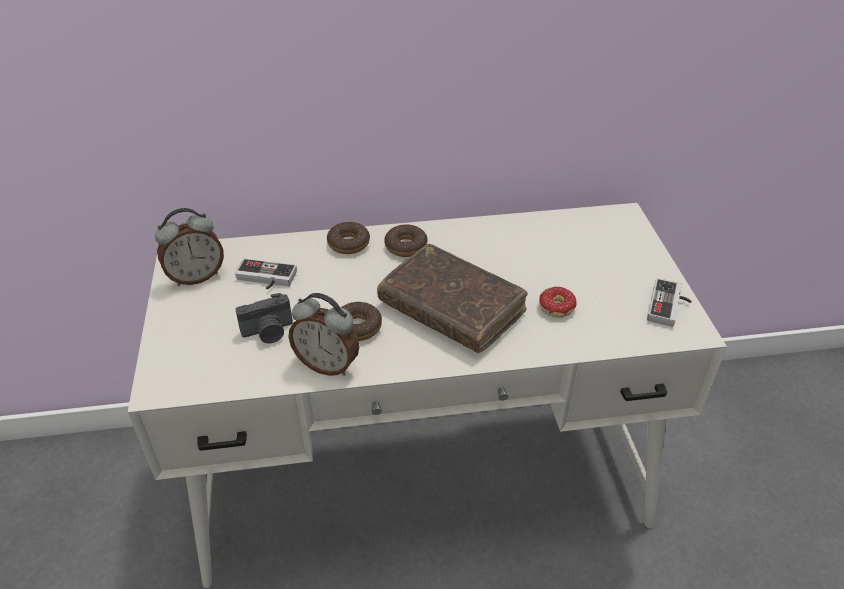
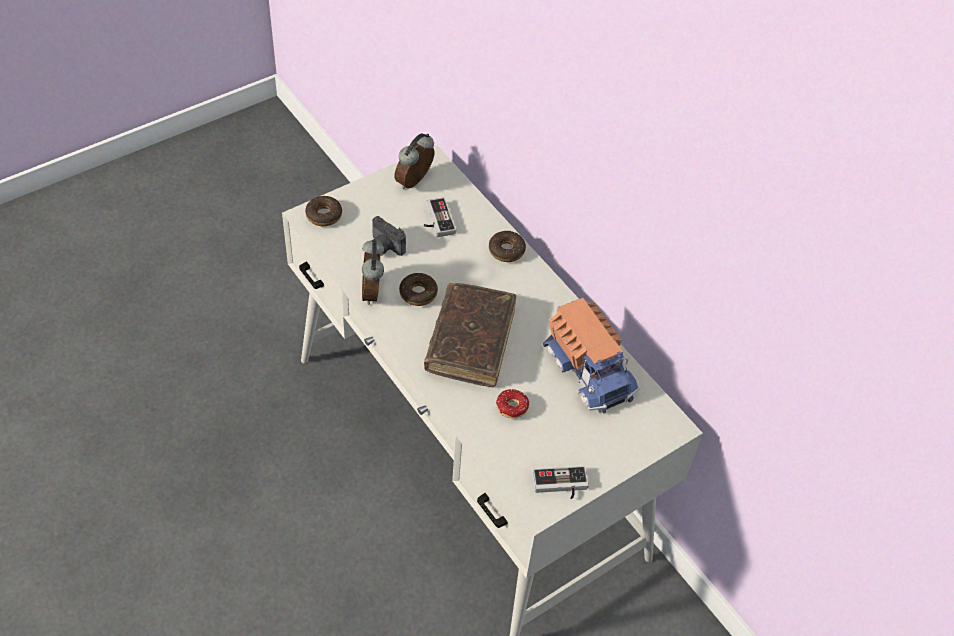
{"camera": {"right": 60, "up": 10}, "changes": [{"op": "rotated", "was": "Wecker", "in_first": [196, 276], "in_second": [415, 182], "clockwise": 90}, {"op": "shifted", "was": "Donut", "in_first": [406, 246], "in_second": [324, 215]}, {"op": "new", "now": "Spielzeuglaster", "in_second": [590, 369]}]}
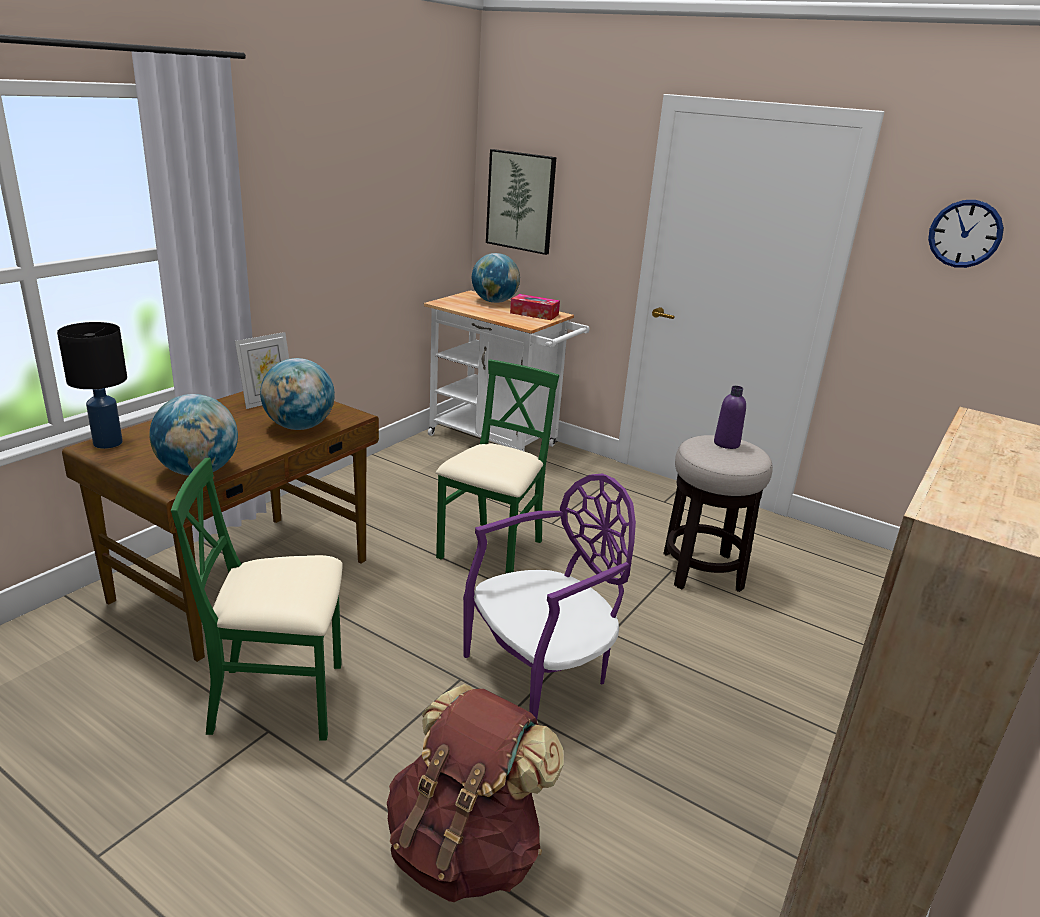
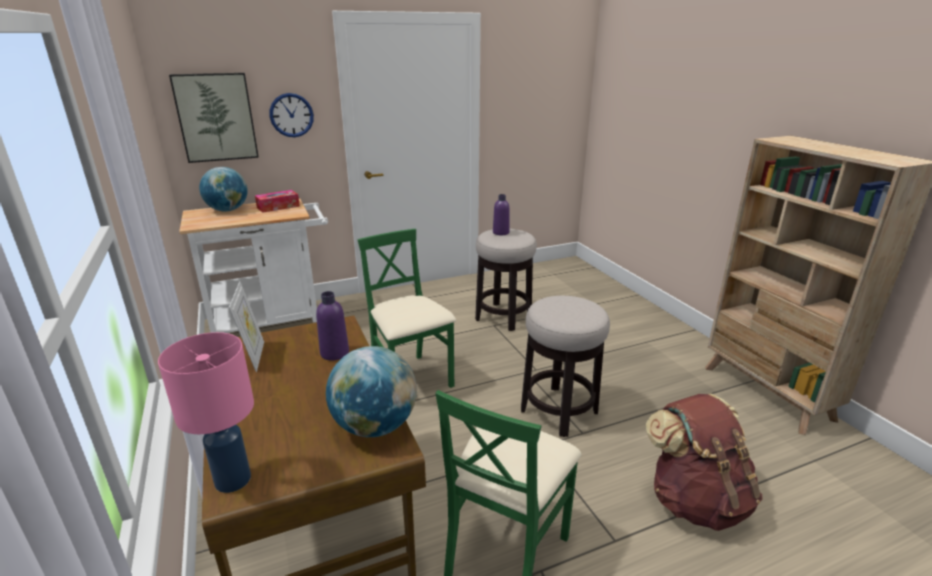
{"camera": {"right": -55, "up": 0}, "changes": [{"op": "shifted", "was": "Wanduhr", "in_first": [965, 233], "in_second": [291, 115]}, {"op": "repainted", "was": "Tischlampe (schwarz)", "now": "Tischlampe (rosa)", "in_first": [108, 443], "in_second": [234, 480]}, {"op": "swapped", "was": "Globus", "now": "Flasche (lila)", "in_first": [299, 427], "in_second": [334, 353]}, {"op": "swapped", "was": "Stuhl (lila)", "now": "Hocker", "in_first": [542, 676], "in_second": [559, 411]}]}
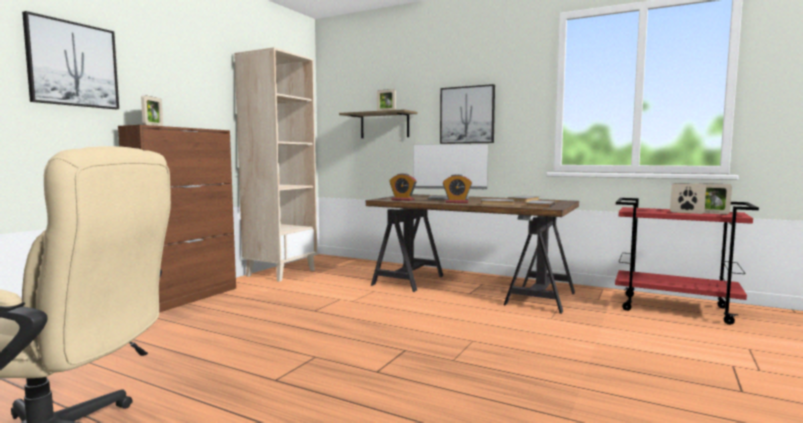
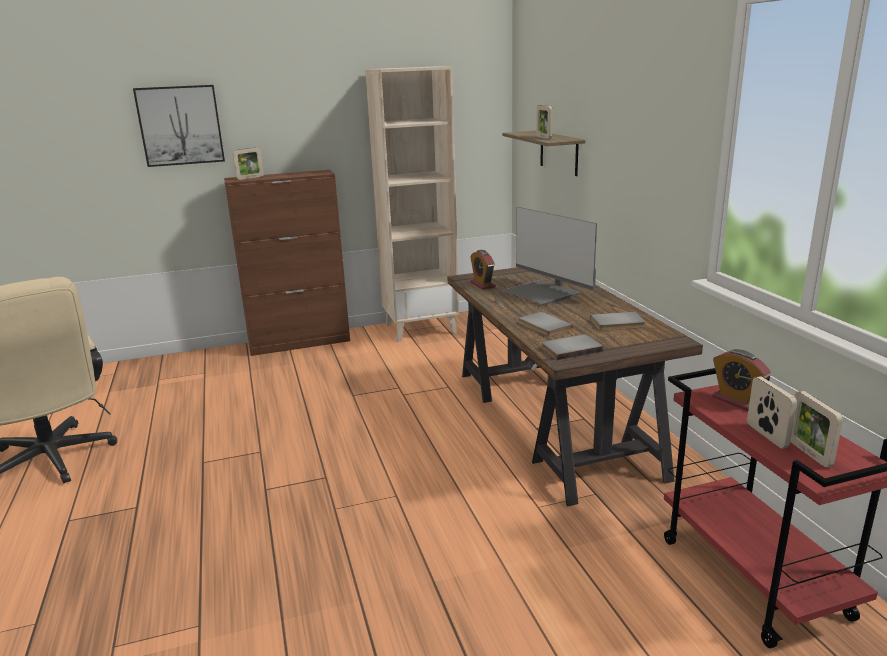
{"camera": {"right": 45, "up": 15}, "changes": [{"op": "gone", "was": "Bild", "in_first": [467, 115]}, {"op": "shifted", "was": "Wecker", "in_first": [457, 202], "in_second": [736, 401]}]}
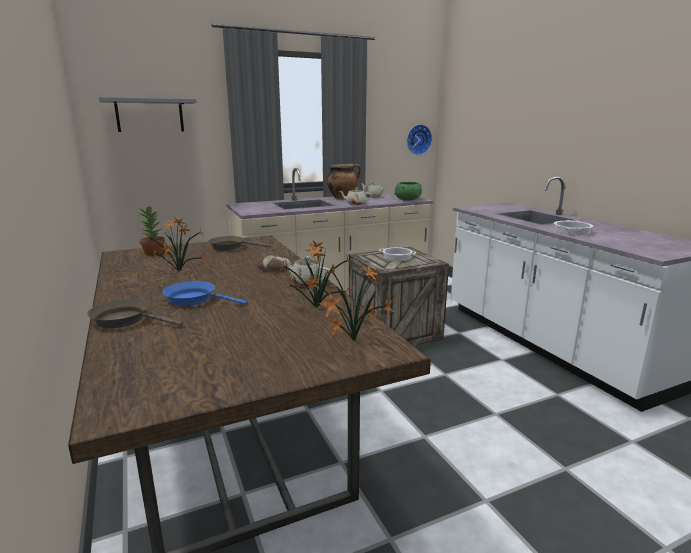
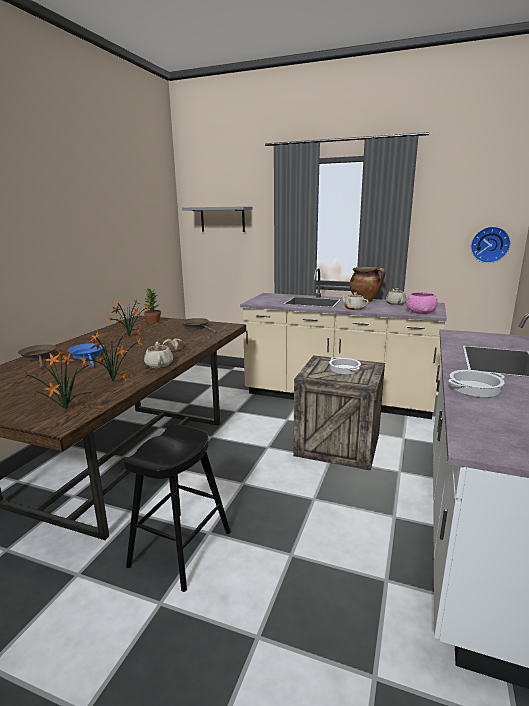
{"camera": {"right": 45, "up": 0}, "changes": [{"op": "repainted", "was": "Schüssel (grün)", "now": "Schüssel (rosa)", "in_first": [407, 199], "in_second": [420, 312]}, {"op": "new", "now": "Hocker (schwarz)", "in_second": [181, 548]}]}
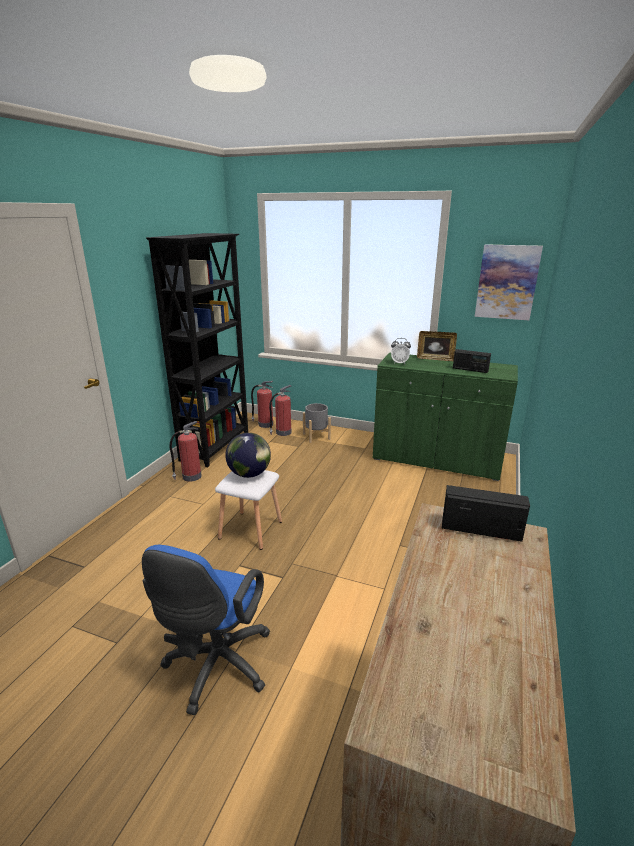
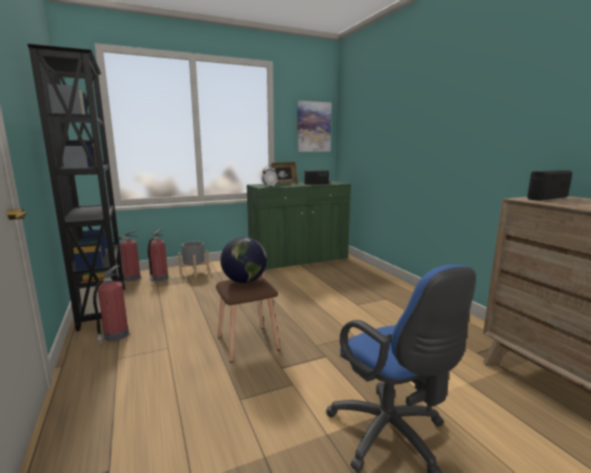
{"camera": {"right": -45, "up": -10}, "changes": [{"op": "repainted", "was": "Hocker (weiß)", "now": "Hocker (braun)", "in_first": [250, 529], "in_second": [247, 342]}]}
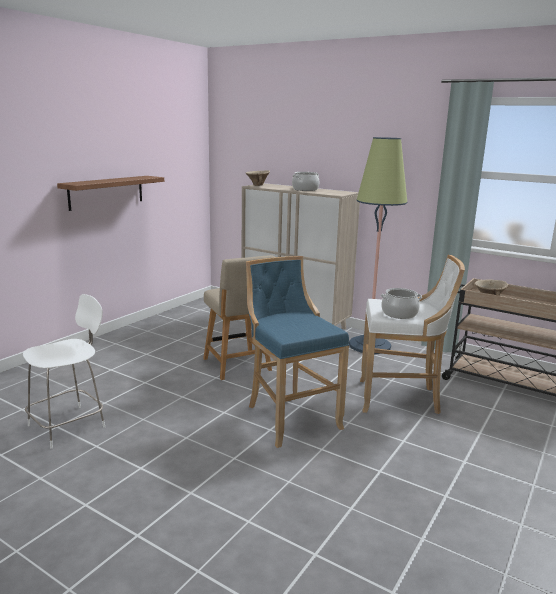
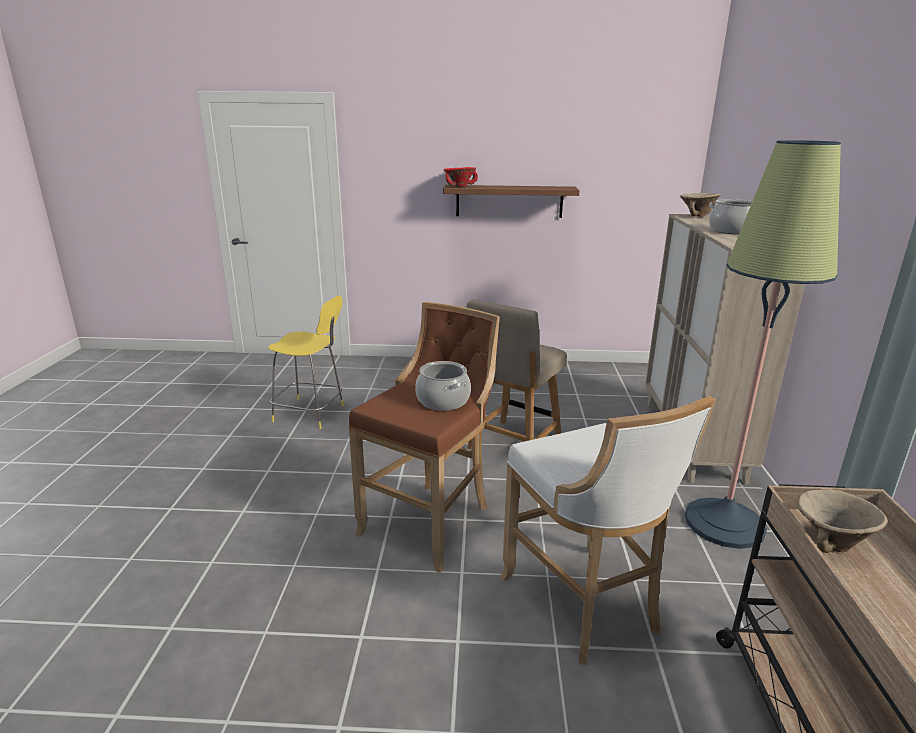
{"camera": {"right": 60, "up": 5}, "changes": [{"op": "repainted", "was": "Hocker (blau)", "now": "Hocker (braun)", "in_first": [289, 417], "in_second": [430, 520]}, {"op": "shifted", "was": "Kochtopf", "in_first": [399, 314], "in_second": [442, 401]}, {"op": "repainted", "was": "Hocker (weiß)", "now": "Hocker (gelb)", "in_first": [69, 425], "in_second": [311, 414]}, {"op": "new", "now": "Schüssel (rot)", "in_second": [459, 186]}]}
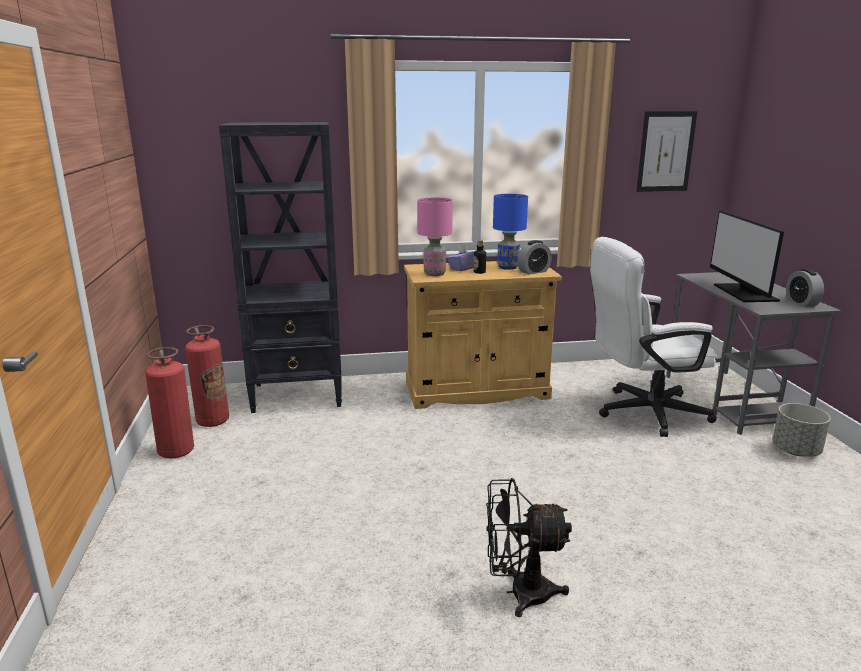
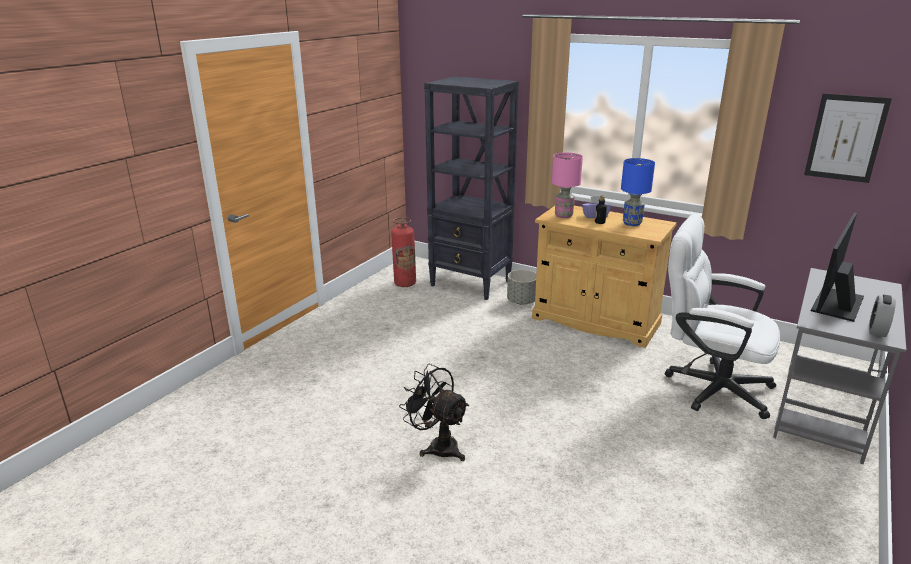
{"camera": {"right": 40, "up": 5}, "changes": [{"op": "gone", "was": "Wecker", "in_first": [533, 272]}, {"op": "gone", "was": "Feuerlöscher", "in_first": [176, 451]}, {"op": "shifted", "was": "Pflanzkübel (grau)", "in_first": [795, 451], "in_second": [521, 301]}]}
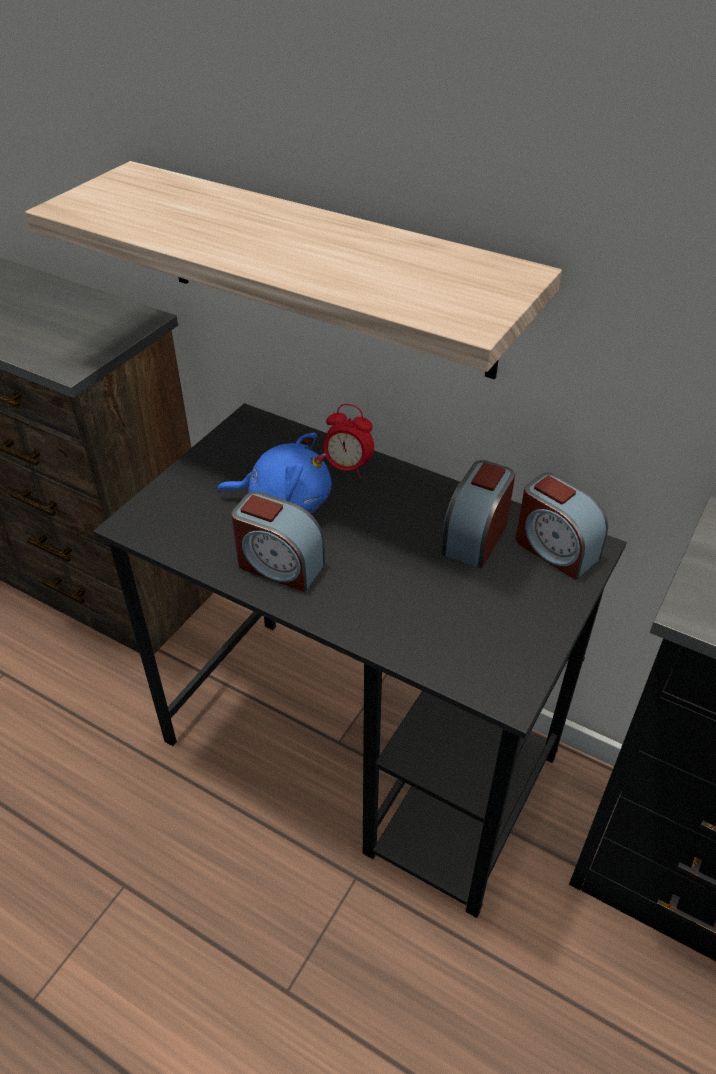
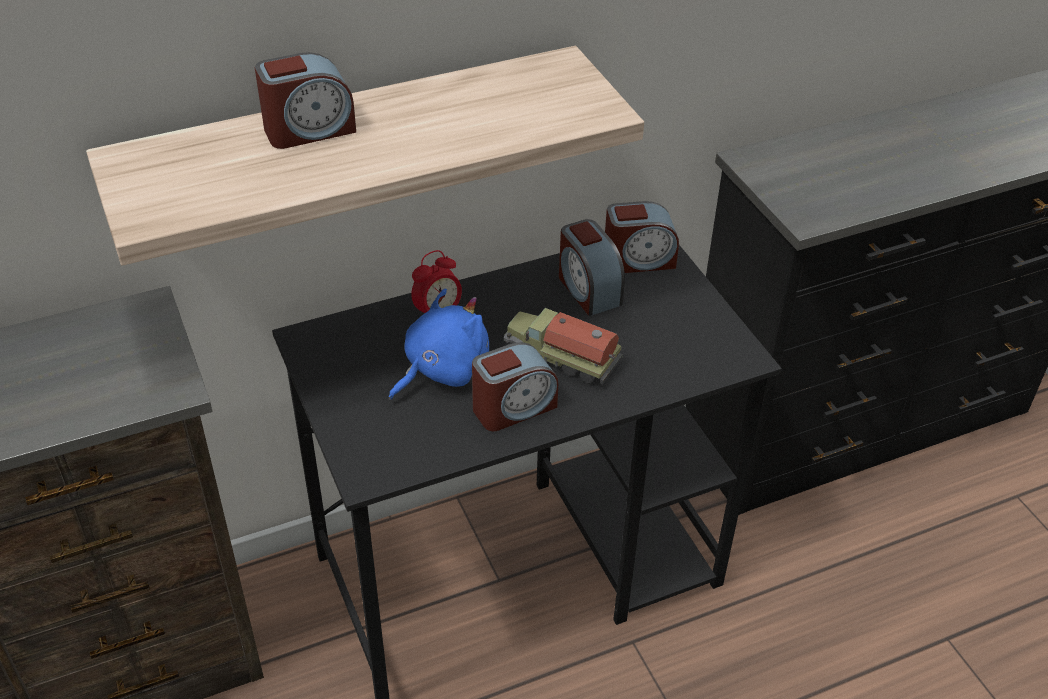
{"camera": {"right": -55, "up": 0}, "changes": [{"op": "new", "now": "Wecker", "in_second": [309, 130]}, {"op": "new", "now": "Spielzeuglaster", "in_second": [560, 356]}]}
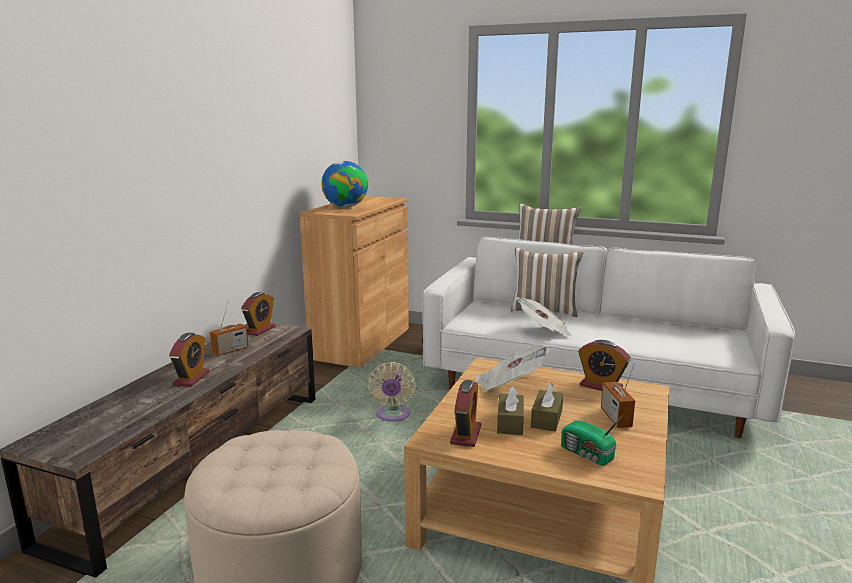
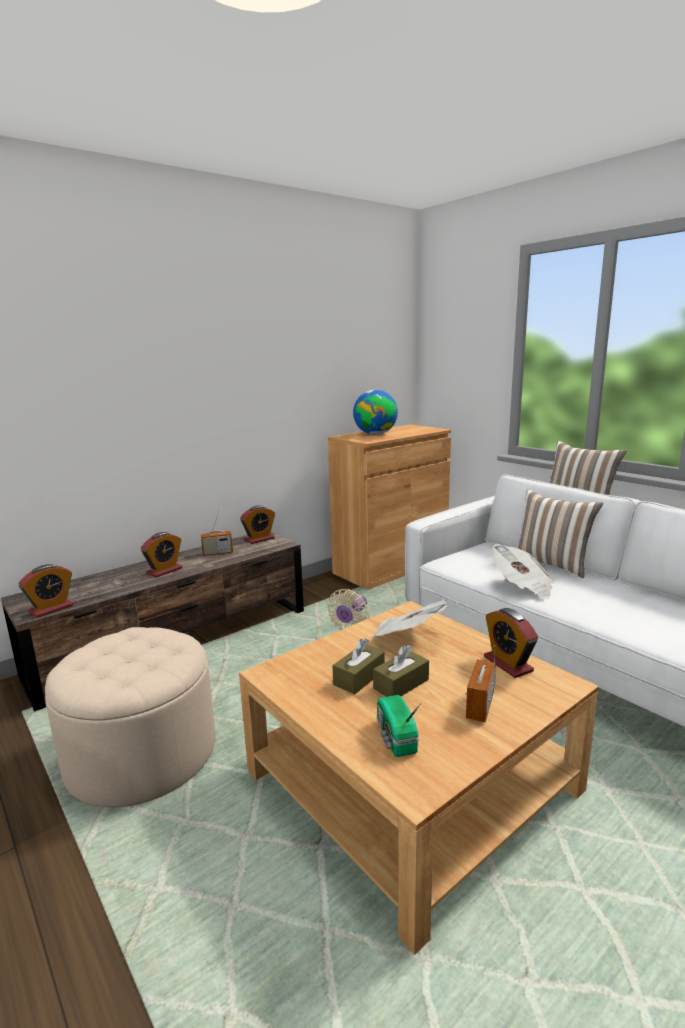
{"camera": {"right": 30, "up": 0}, "changes": [{"op": "shifted", "was": "Wecker", "in_first": [466, 435], "in_second": [51, 609]}]}
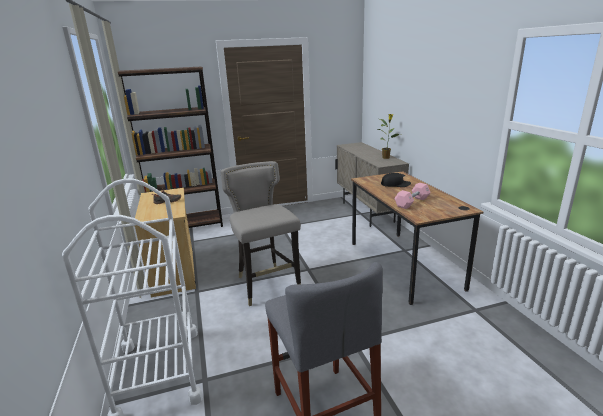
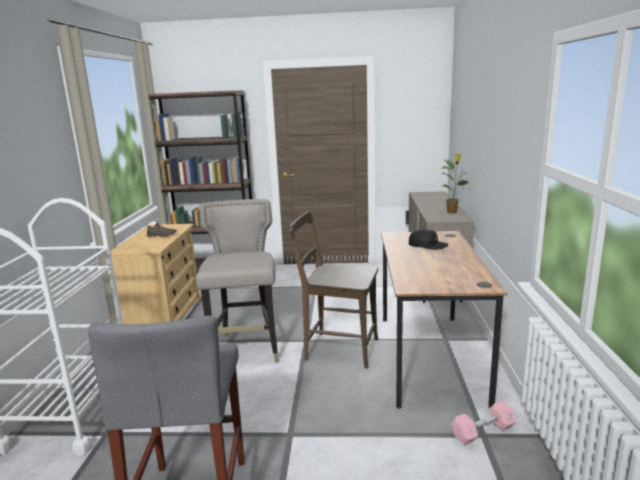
{"camera": {"right": 20, "up": -5}, "changes": [{"op": "shifted", "was": "Hantel (rosa)", "in_first": [412, 202], "in_second": [482, 432]}, {"op": "new", "now": "Stuhl (braun)", "in_second": [337, 349]}]}
